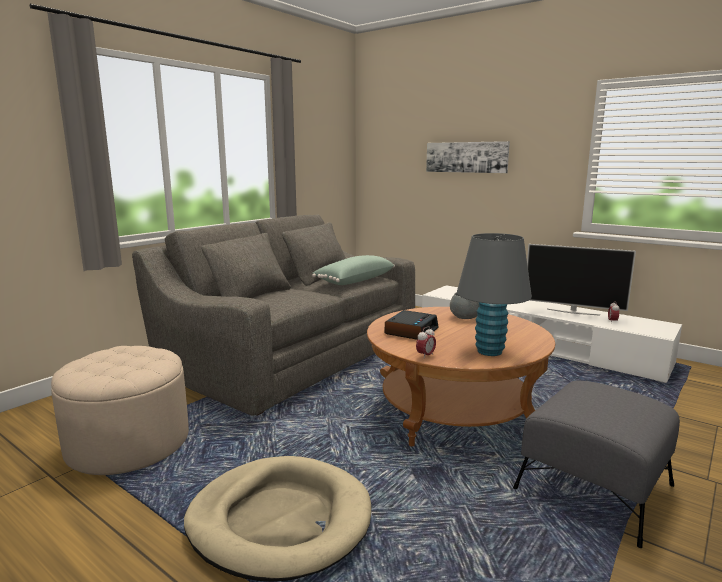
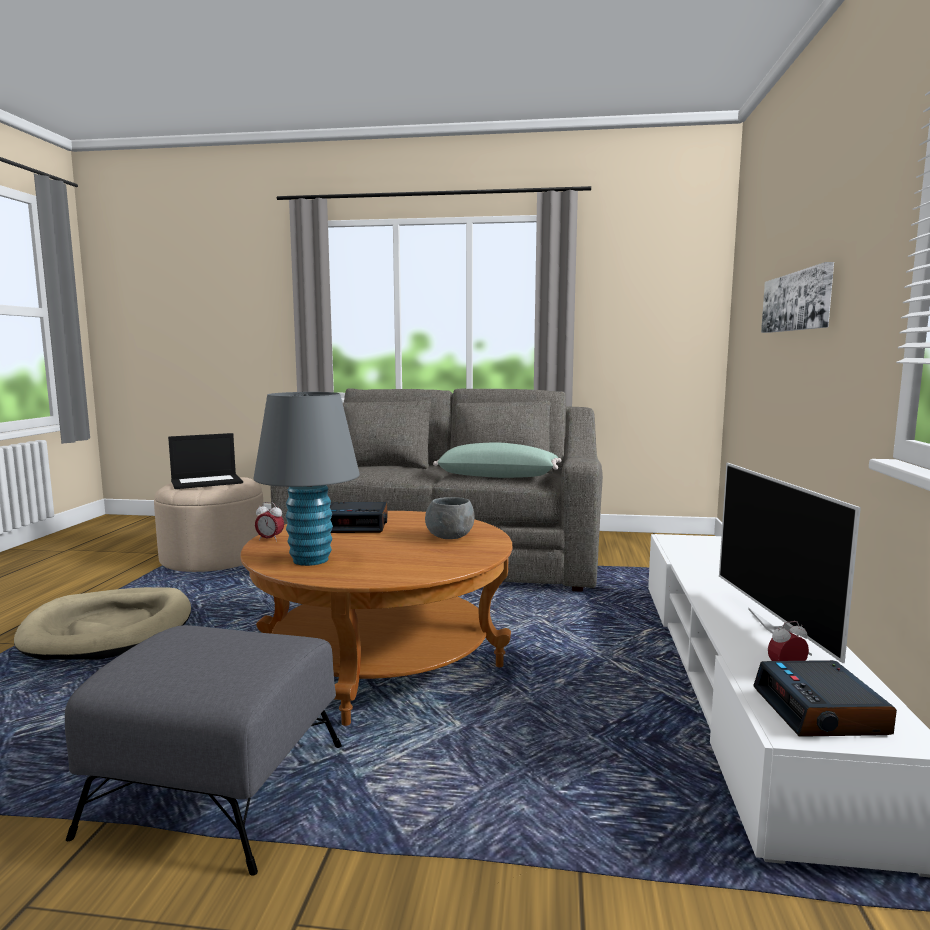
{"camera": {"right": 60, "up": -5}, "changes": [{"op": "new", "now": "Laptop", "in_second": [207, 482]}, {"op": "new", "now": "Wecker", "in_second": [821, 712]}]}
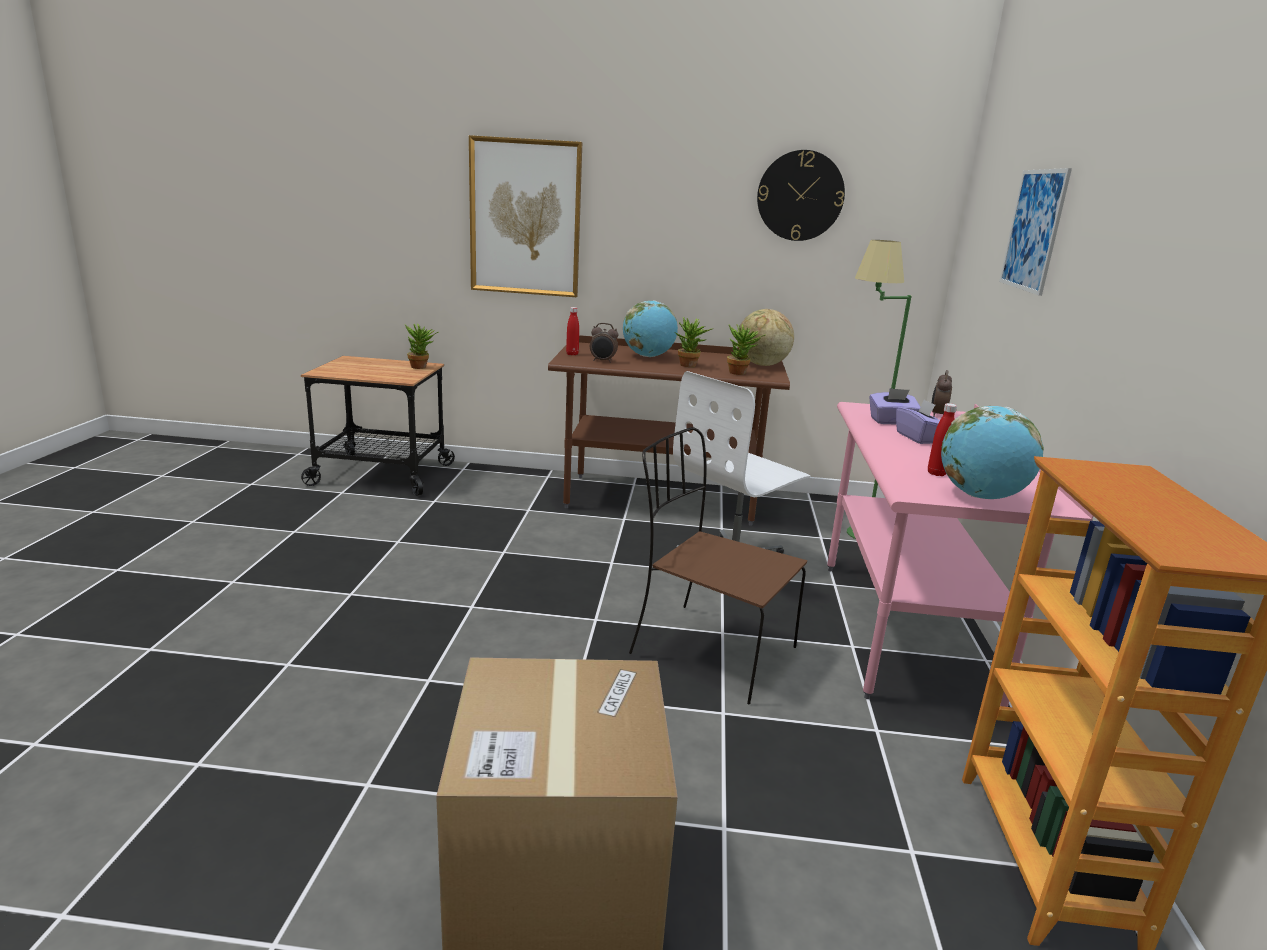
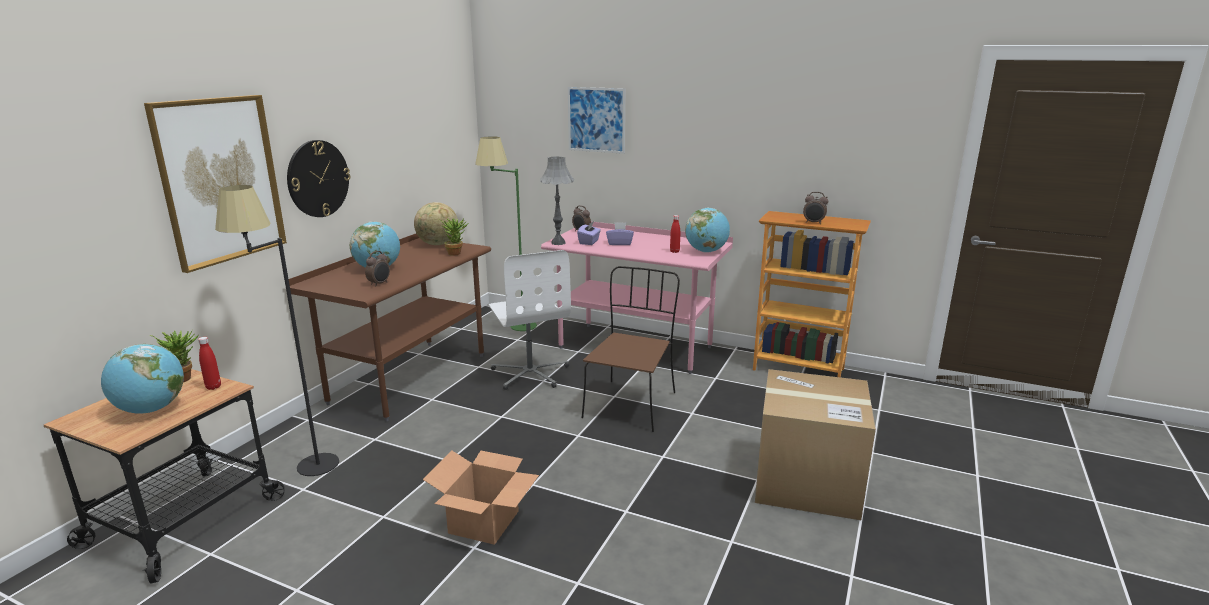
{"camera": {"right": -70, "up": 0}, "changes": [{"op": "shifted", "was": "Wanduhr", "in_first": [800, 196], "in_second": [318, 178]}, {"op": "shifted", "was": "Flasche (rot)", "in_first": [572, 354], "in_second": [213, 387]}, {"op": "gone", "was": "Topfpflanze", "in_first": [690, 366]}, {"op": "rotated", "was": "Stuhl (braun)", "in_first": [709, 650], "in_second": [631, 404], "clockwise": 150}, {"op": "new", "now": "Tischlampe (grau)", "in_second": [558, 243]}, {"op": "new", "now": "Stehlampe (schwarz)", "in_second": [300, 463]}, {"op": "new", "now": "Wecker", "in_second": [813, 223]}, {"op": "new", "now": "Globus", "in_second": [151, 410]}, {"op": "new", "now": "Karton", "in_second": [484, 521]}]}
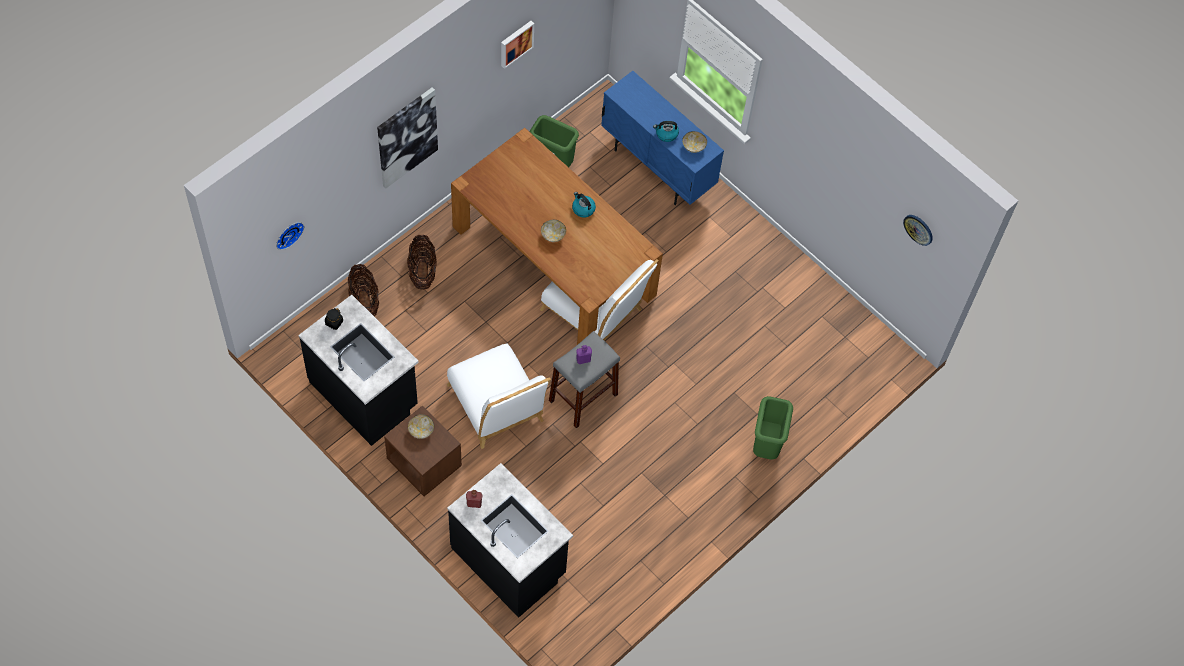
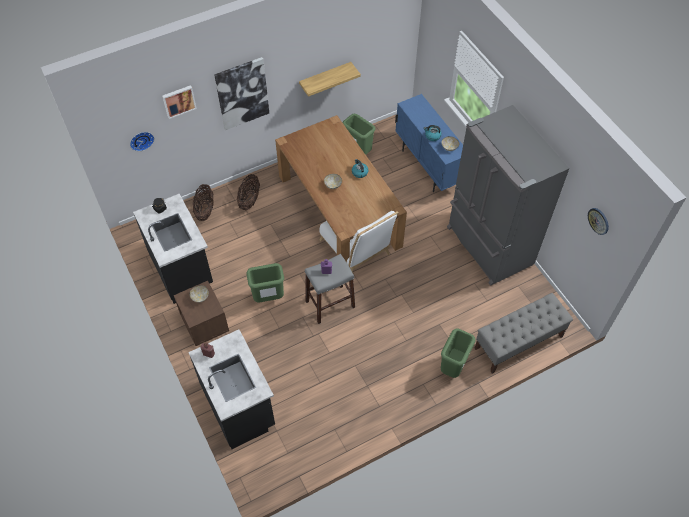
{"camera": {"right": 20, "up": -5}, "changes": [{"op": "shifted", "was": "Bild", "in_first": [516, 43], "in_second": [179, 101]}, {"op": "swapped", "was": "Stuhl (weiß)", "now": "Mülleimer (grün)", "in_first": [498, 408], "in_second": [268, 298]}, {"op": "new", "now": "Wandregal", "in_second": [325, 78]}, {"op": "new", "now": "Kühlschrank (grau)", "in_second": [487, 247]}, {"op": "new", "now": "Bank (grau)", "in_second": [518, 342]}]}
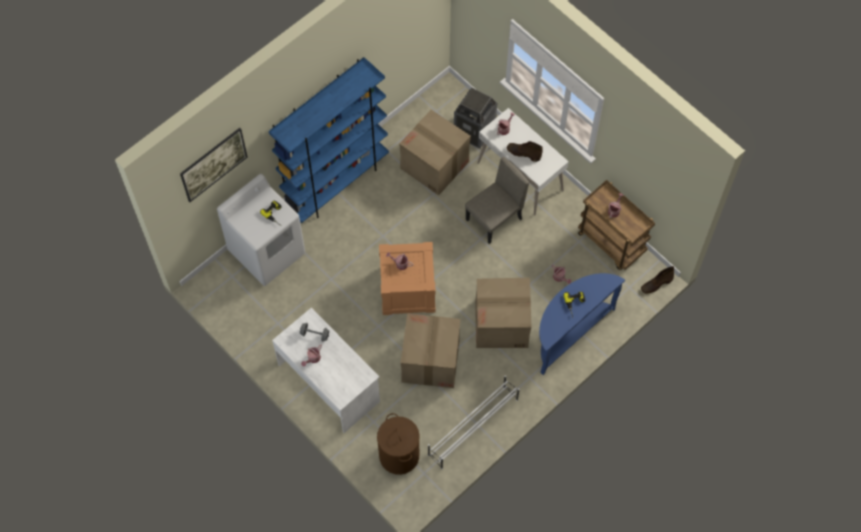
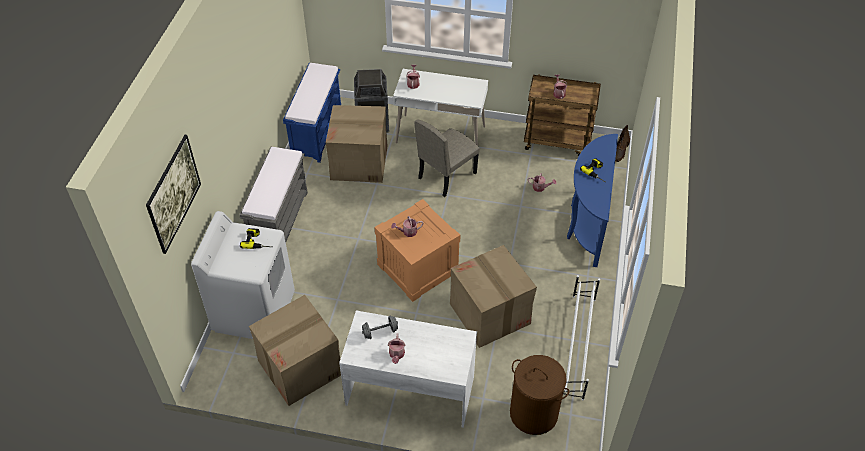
{"camera": {"right": -35, "up": -15}, "changes": [{"op": "swapped", "was": "Bücherregal (blau)", "now": "Bank (grau)", "in_first": [336, 183], "in_second": [280, 220]}, {"op": "gone", "was": "Stiefel (braun)", "in_first": [523, 153]}, {"op": "rotated", "was": "Stuhl (beige)", "in_first": [494, 219], "in_second": [447, 175], "clockwise": -150}, {"op": "shifted", "was": "Karton", "in_first": [502, 324], "in_second": [301, 367]}, {"op": "new", "now": "Bank (blau)", "in_second": [317, 132]}]}
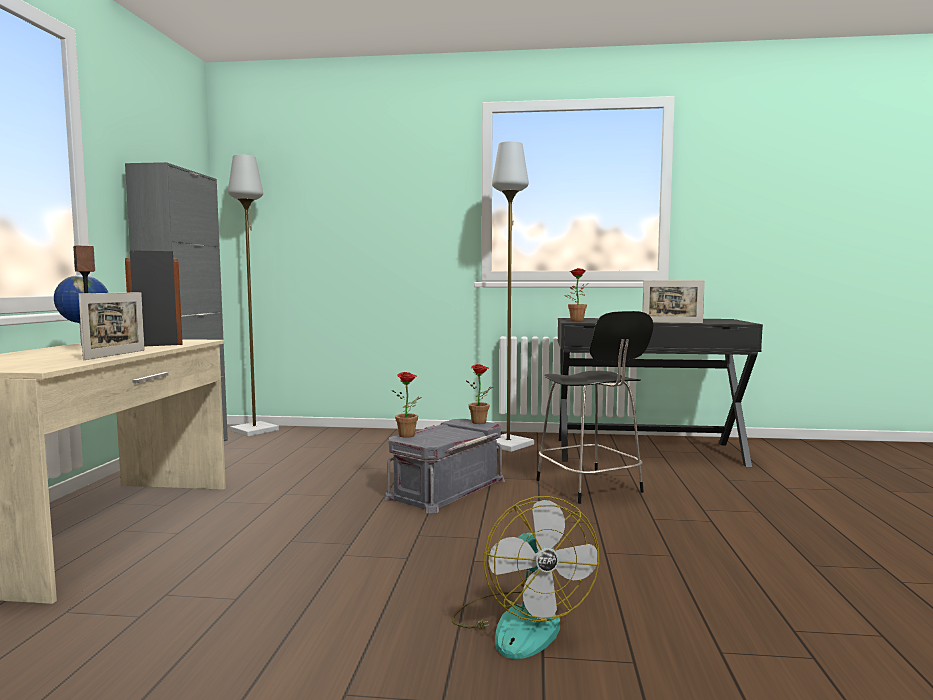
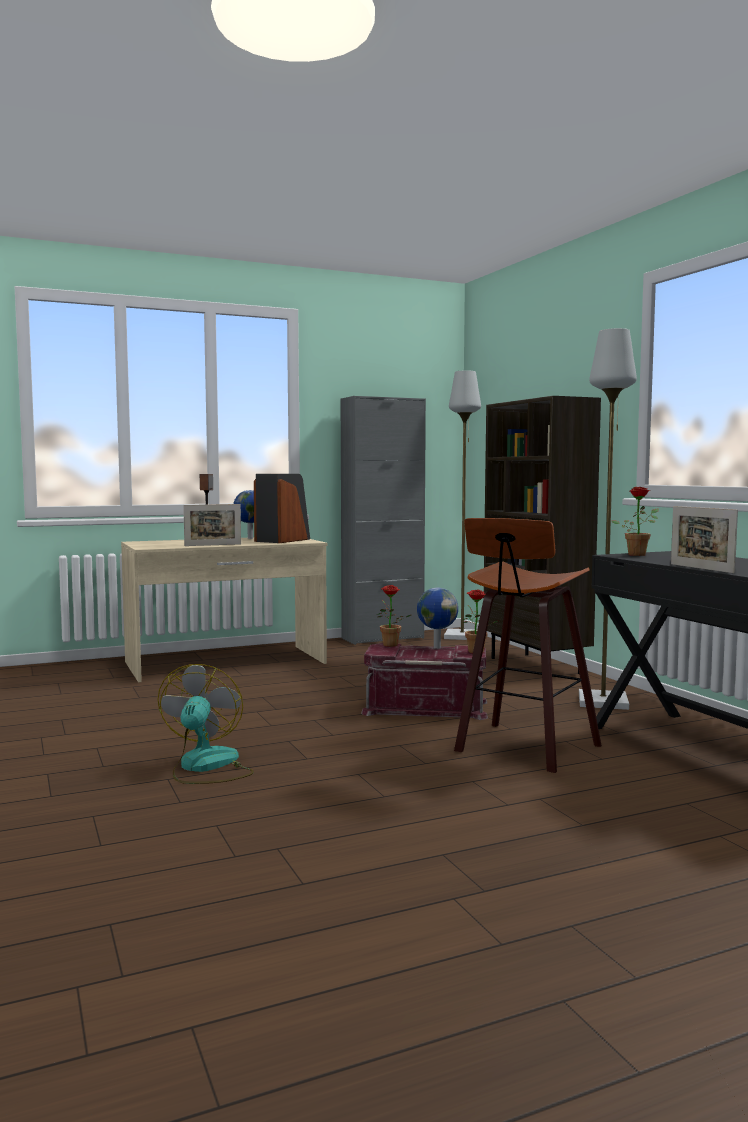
{"camera": {"right": 60, "up": 0}, "changes": [{"op": "swapped", "was": "Stuhl (schwarz)", "now": "Hocker", "in_first": [590, 487], "in_second": [523, 749]}, {"op": "repainted", "was": "Aufbewahrungsbox (grau)", "now": "Aufbewahrungsbox (rot)", "in_first": [445, 488], "in_second": [426, 707]}, {"op": "rotated", "was": "Ventilator", "in_first": [520, 622], "in_second": [206, 767], "clockwise": 135}, {"op": "new", "now": "Bücherregal (braun)", "in_second": [536, 666]}, {"op": "new", "now": "Globus", "in_second": [436, 647]}]}
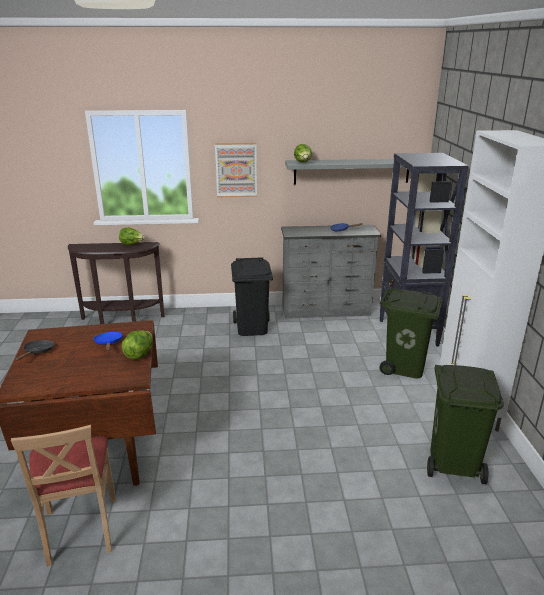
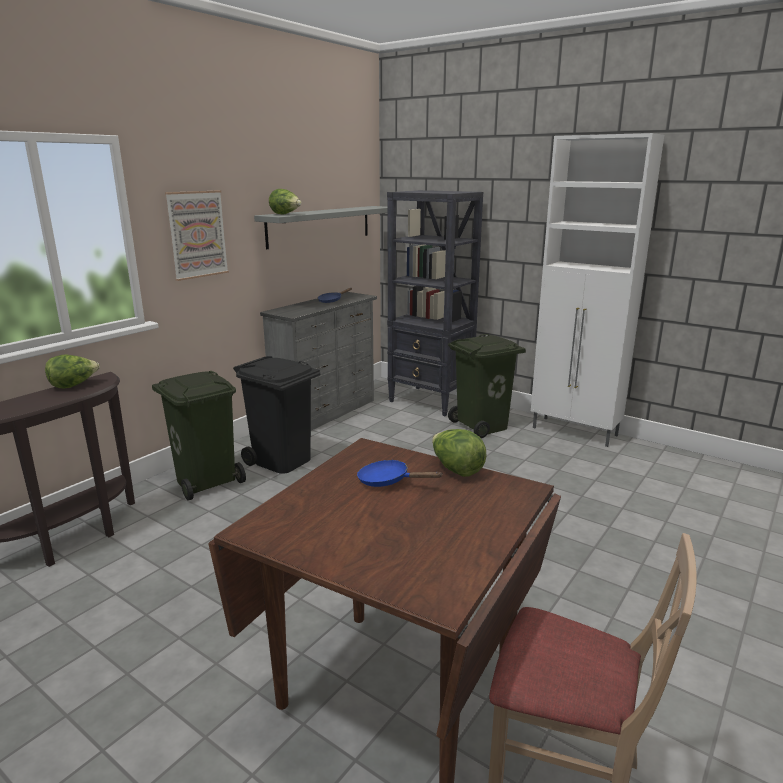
{"camera": {"right": -50, "up": -5}, "changes": [{"op": "gone", "was": "Pfanne (schwarz)", "in_first": [38, 352]}, {"op": "shifted", "was": "Mülleimer (grün)", "in_first": [454, 463], "in_second": [207, 481]}]}
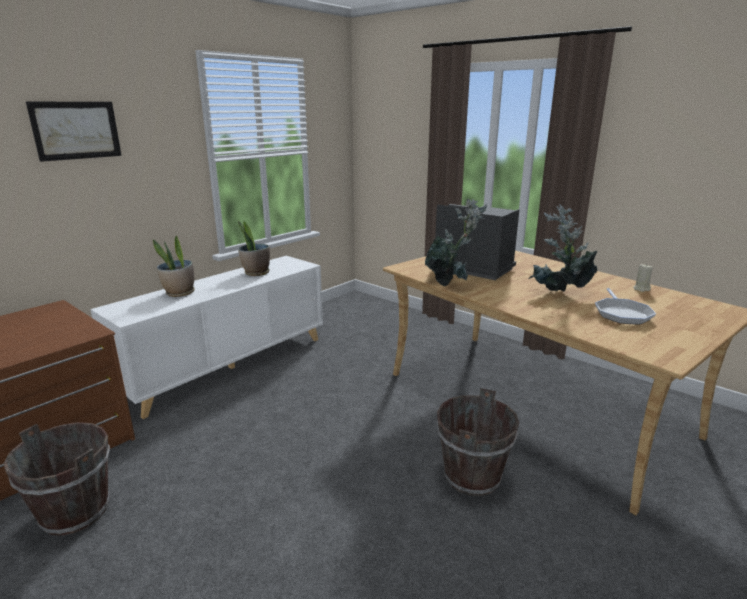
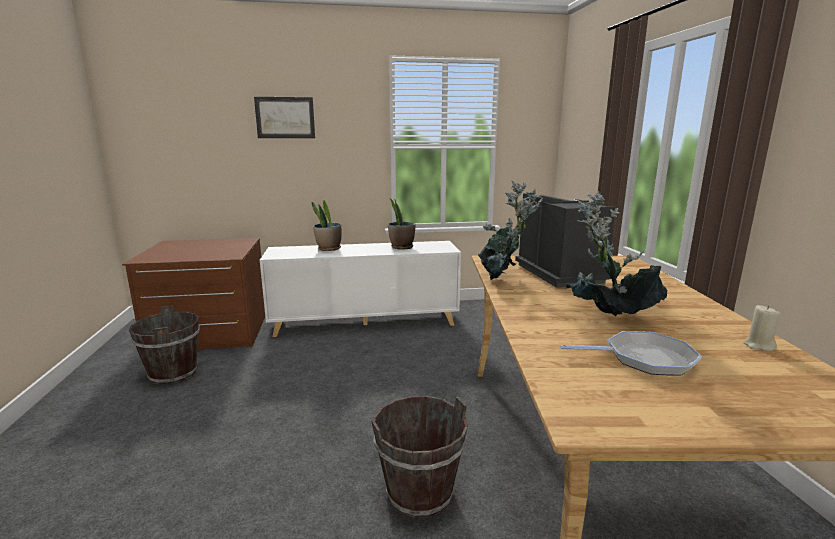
{"camera": {"right": 40, "up": -5}, "changes": [{"op": "rotated", "was": "Pfanne", "in_first": [621, 314], "in_second": [644, 359], "clockwise": -135}]}
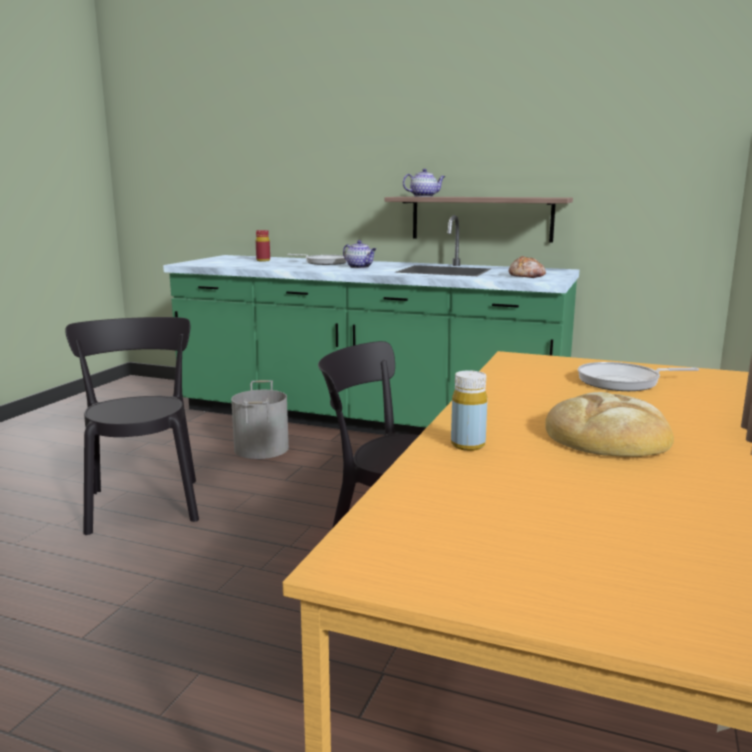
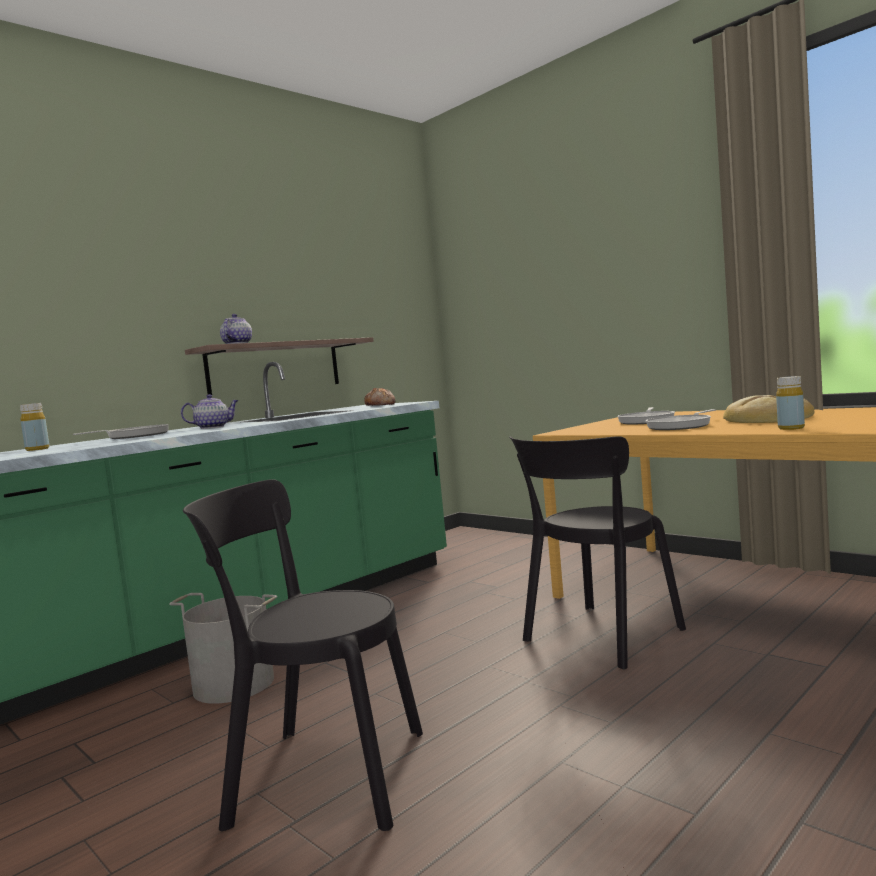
{"camera": {"right": -65, "up": -10}, "changes": [{"op": "repainted", "was": "Flasche (rot)", "now": "Flasche (gelb)", "in_first": [263, 260], "in_second": [37, 449]}, {"op": "new", "now": "Pfanne", "in_second": [681, 426]}]}
